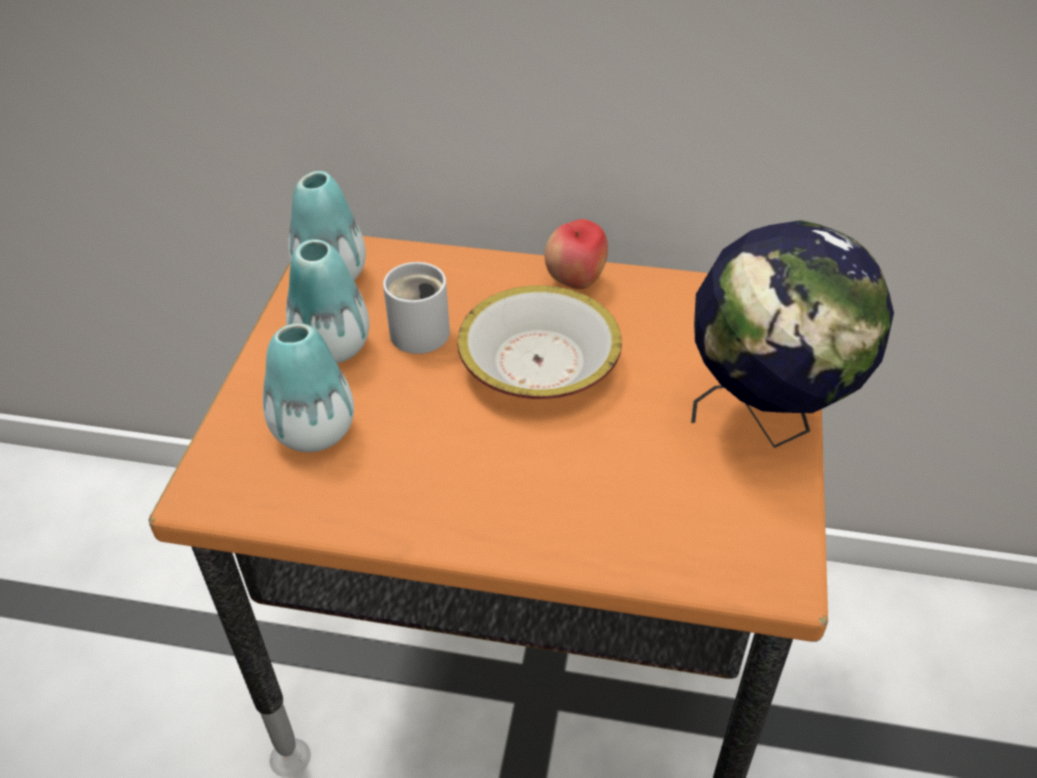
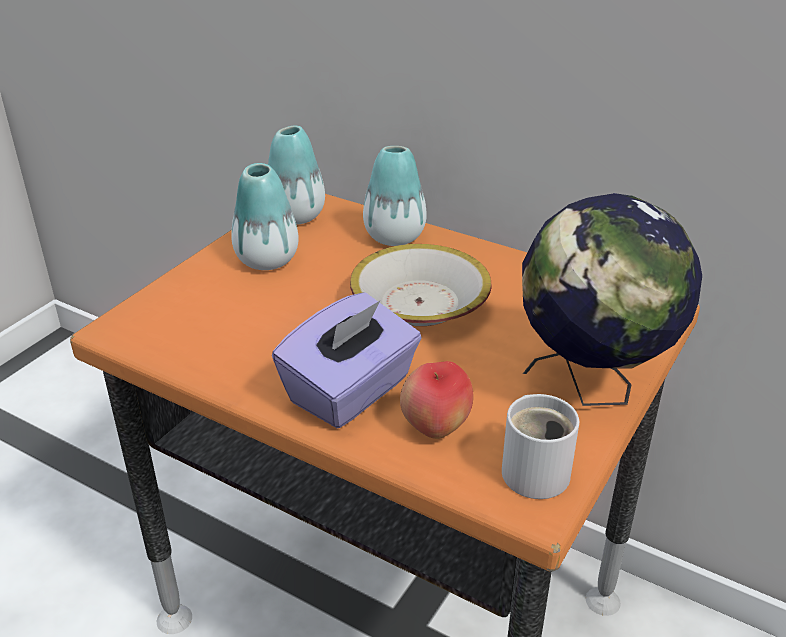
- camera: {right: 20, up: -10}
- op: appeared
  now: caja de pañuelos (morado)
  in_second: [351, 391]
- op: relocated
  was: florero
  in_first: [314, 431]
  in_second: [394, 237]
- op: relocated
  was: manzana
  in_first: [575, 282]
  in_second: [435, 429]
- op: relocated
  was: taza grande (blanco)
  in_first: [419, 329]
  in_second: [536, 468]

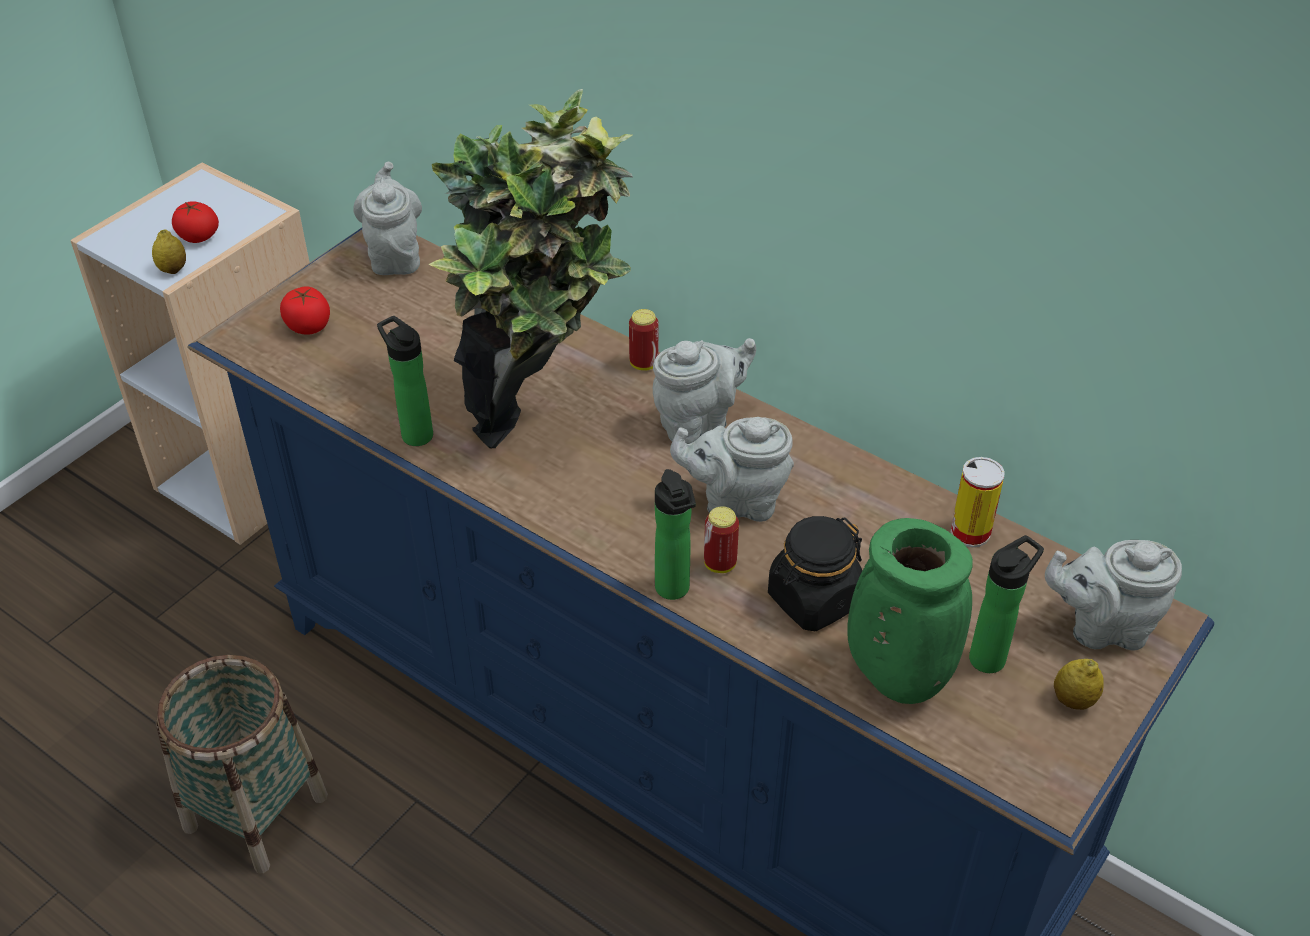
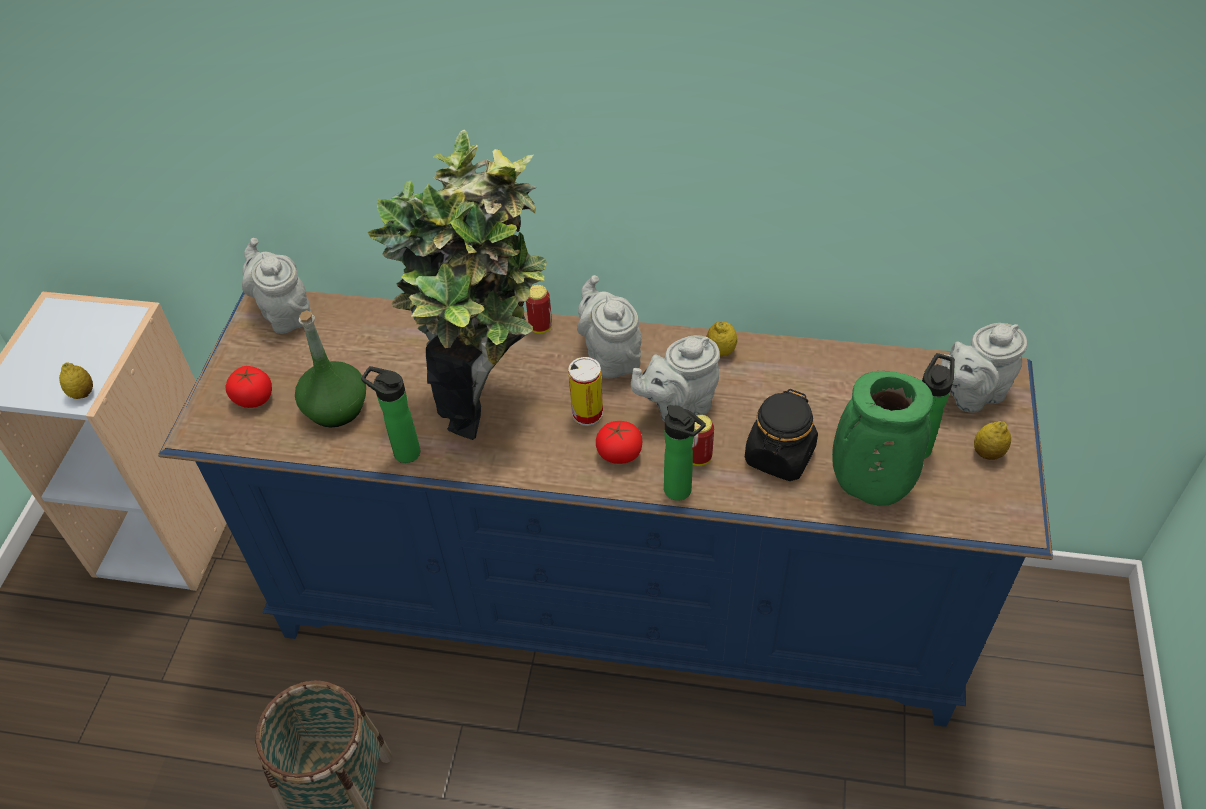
- camera: {right: -25, up: 5}
- op: appeared
  now: botella (verde)
  in_second: [336, 408]
- op: relocated
  was: lata
  in_first: [970, 532]
  in_second: [587, 413]
- op: spun
  was: tetera (gris)
  in_first: [699, 421]
  in_second: [611, 356]
  clockwise: -60
- op: relocated
  was: tomate
  in_first: [198, 237]
  in_second: [619, 454]
- op: appeared
  now: limón
  in_second: [721, 351]

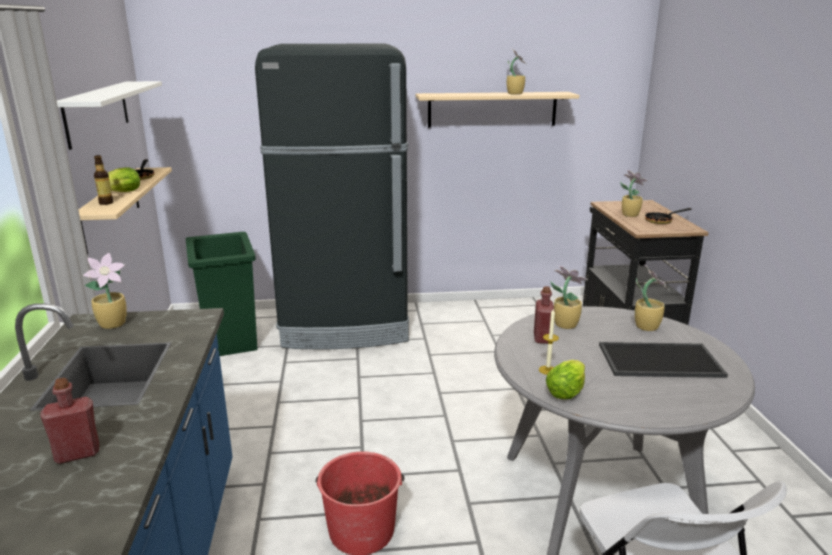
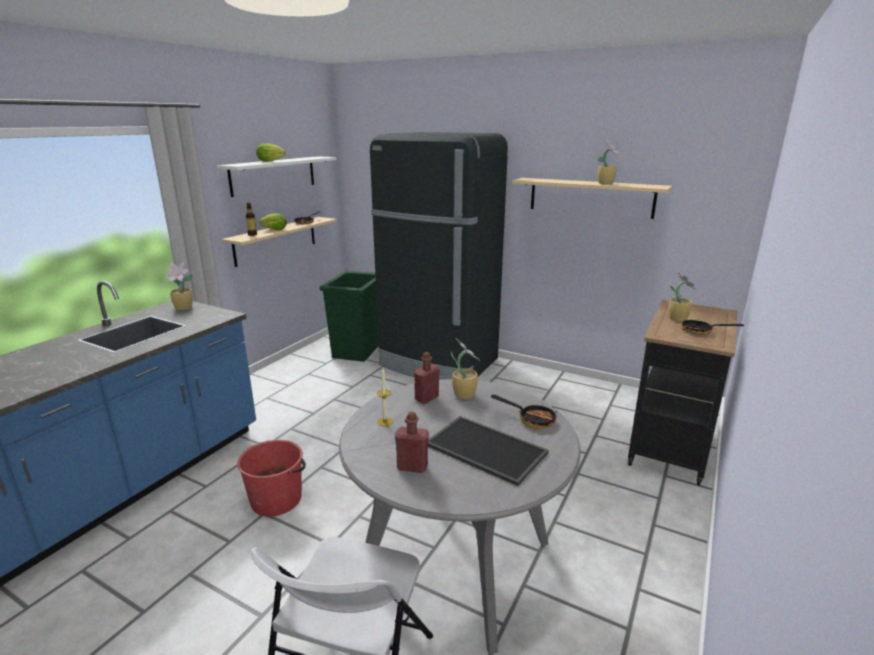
- camera: {right: 35, up: 0}
- op: relocated
  was: lechuga
  in_first: [567, 391]
  in_second: [272, 161]
- op: relocated
  was: botella (rojo)
  in_first: [77, 454]
  in_second: [412, 467]
- op: exchanged
  was: planta en maceta
  now: sartén
  in_first: [646, 326]
  in_second: [531, 419]

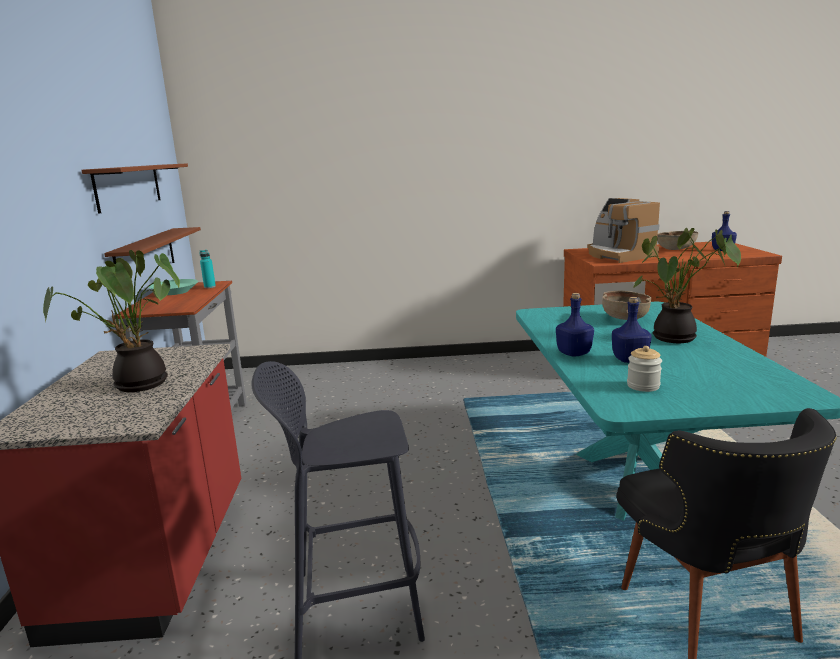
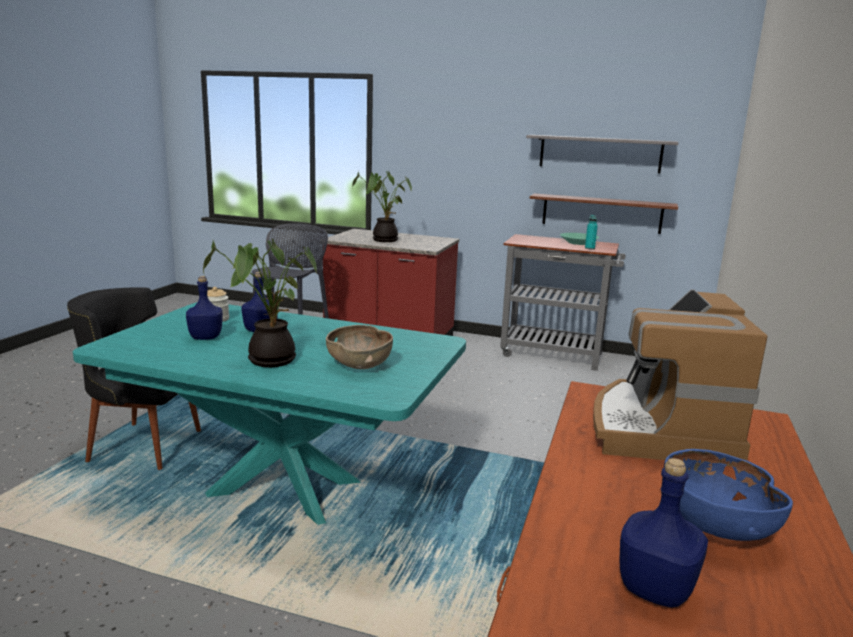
- camera: {right: 110, up: 0}
- op: relocated
  was: botella (azul)
  in_first: [573, 353]
  in_second: [206, 337]
- op: colour
  was: estante (marrón)
  now: estante (gris)
  in_first: [128, 186]
  in_second: [600, 153]
- op: spun
  was: cafetera
  in_first: [618, 255]
  in_second: [661, 429]
  clockwise: -75
- op: colour
  was: cuenco (marrón)
  now: cuenco (azul)
  in_first: [676, 249]
  in_second: [715, 525]

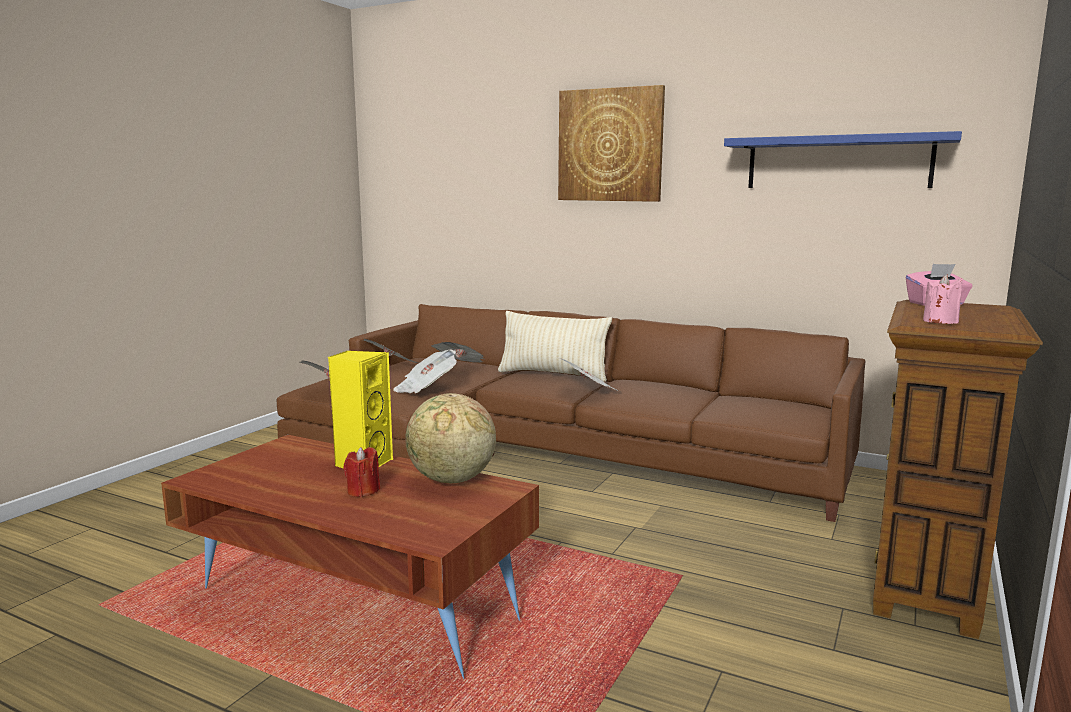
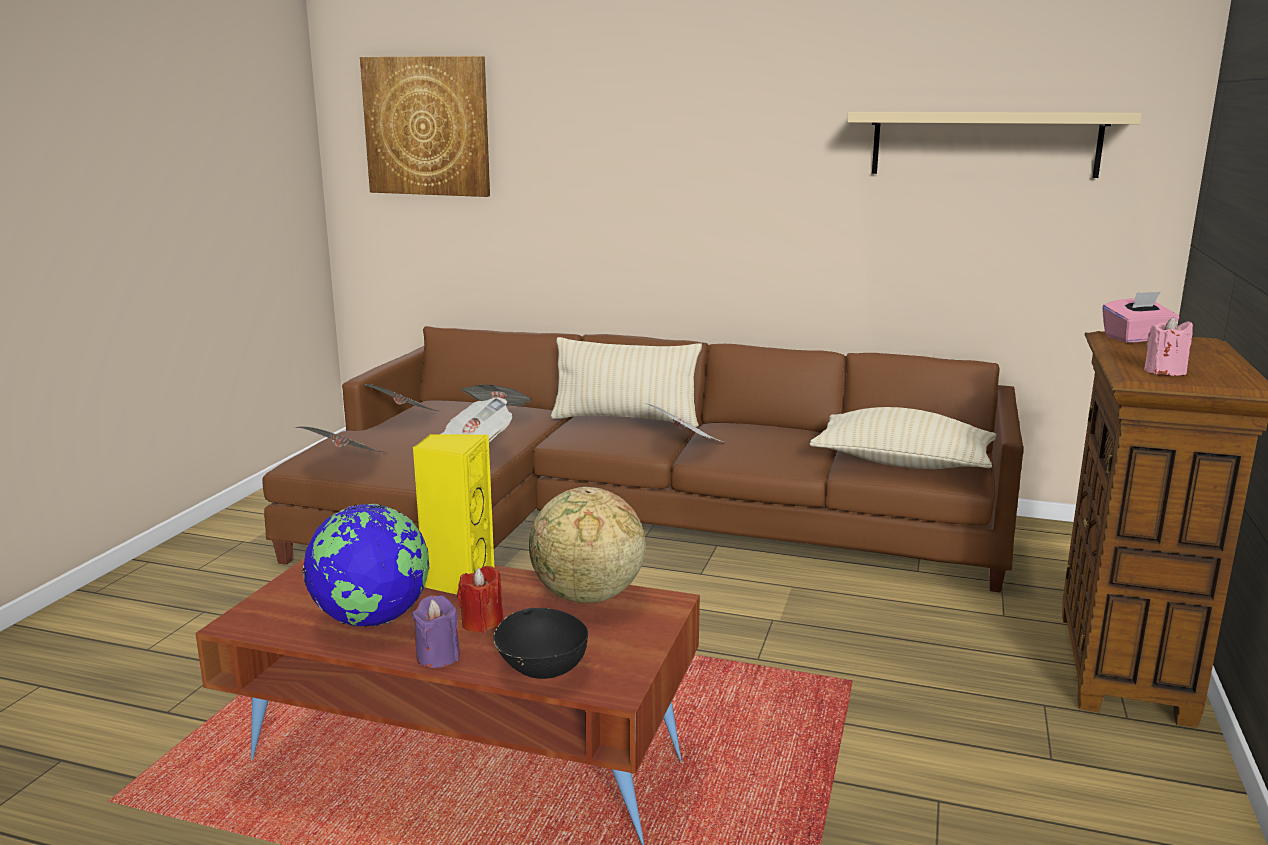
- camera: {right: -10, up: 5}
- op: appeared
  now: globo terráqueo
  in_second: [372, 619]
- op: relocated
  was: cuadro
  in_first: [610, 145]
  in_second: [427, 126]
- op: appeared
  now: vela (morado)
  in_second: [438, 656]
- op: appeared
  now: cuenco (negro)
  in_second: [541, 668]
- op: appeared
  now: cojín (beis)
  in_second: [902, 463]
- op: colour
  was: estante (azul)
  now: estante (beis)
  in_first: [837, 162]
  in_second: [984, 144]

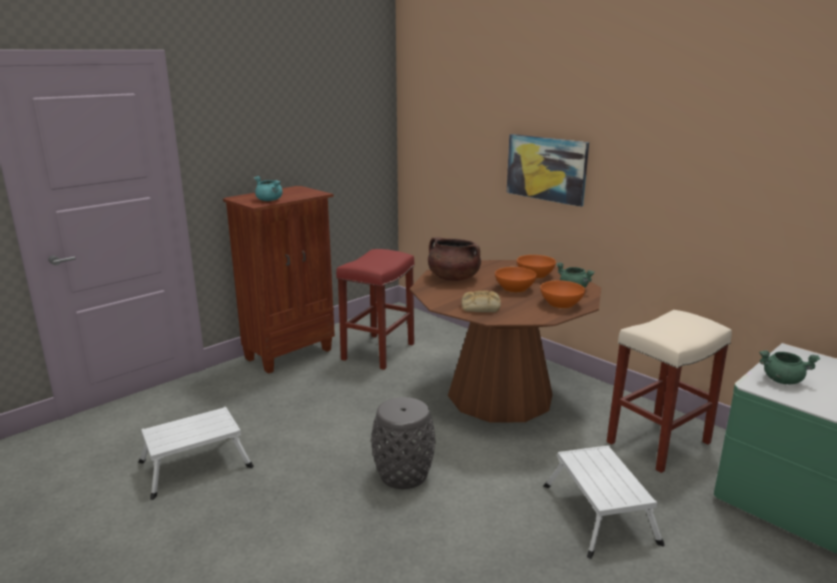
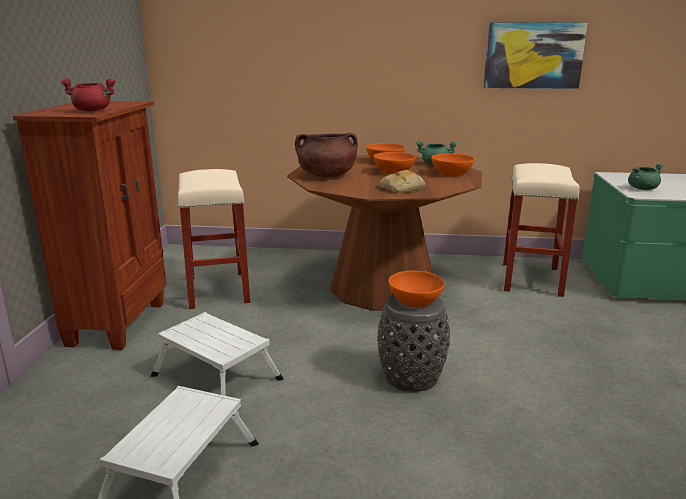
- camera: {right: -40, up: 0}
- op: colour
  was: olla (turquesa)
  now: olla (rojo)
  in_first: [270, 200]
  in_second: [93, 110]
- op: relocated
  was: escalera de tijera (blanco)
  in_first: [599, 513]
  in_second: [216, 377]
- op: colour
  was: taburete (rojo)
  now: taburete (beis)
  in_first: [378, 351]
  in_second: [217, 289]
- op: appeared
  now: cuenco (naranja)
  in_second: [415, 301]
- op: relocated
  was: cuadro
  in_first: [546, 168]
  in_second: [533, 55]

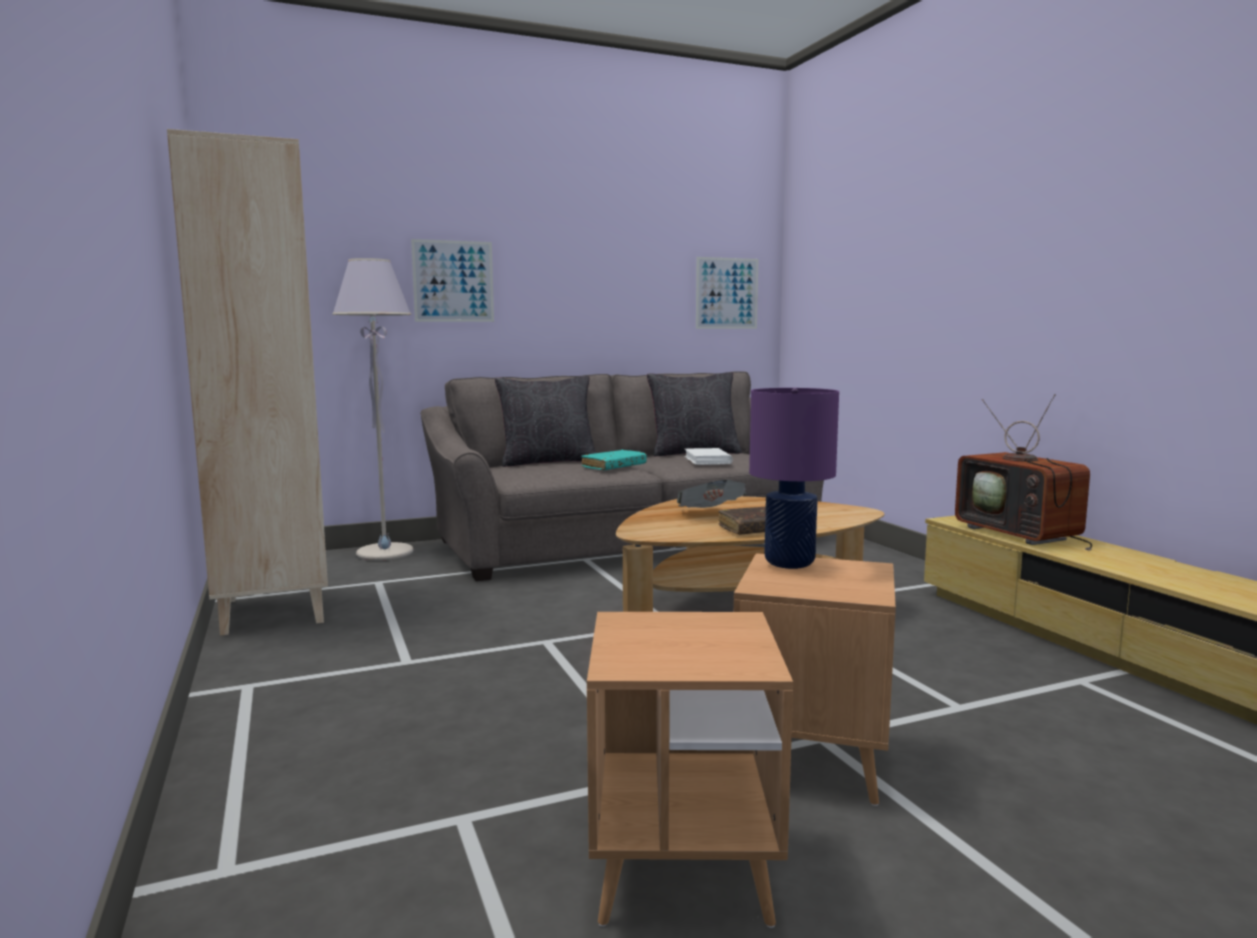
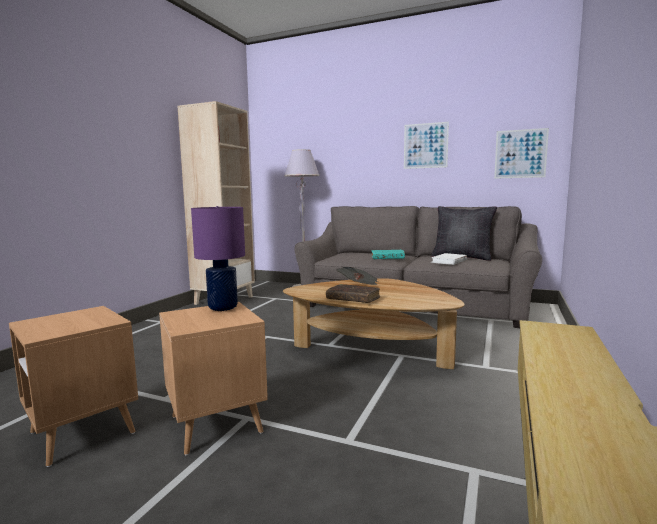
- camera: {right: 45, up: 0}
- op: relocated
  was: cuadro
  in_first: [453, 281]
  in_second: [425, 145]
- op: missing
  was: cojín (negro)
  in_first: [547, 462]
- op: missing
  was: televisor
  in_first: [1022, 534]

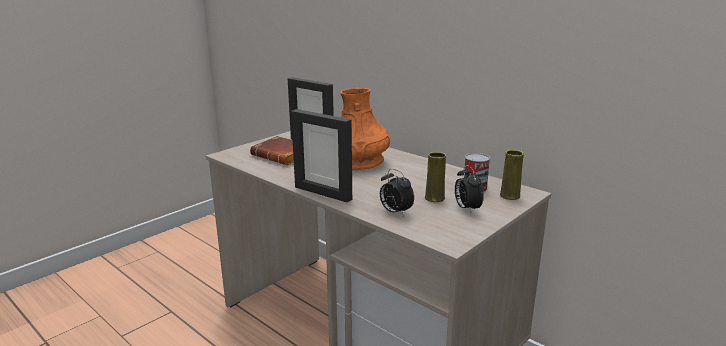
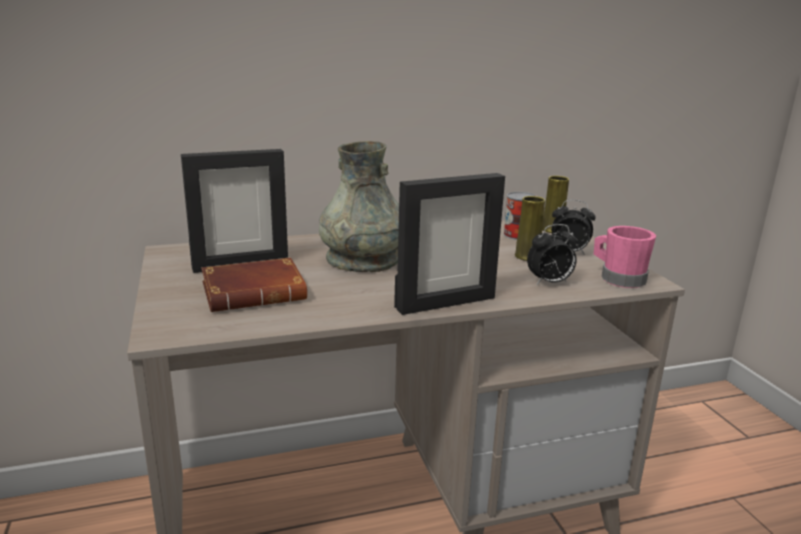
- camera: {right: -60, up: 0}
- op: colour
  was: florero (naranja)
  now: florero (gris)
  in_first: [359, 162]
  in_second: [364, 258]
- op: appeared
  now: taza grande (rosa)
  in_second: [618, 278]

